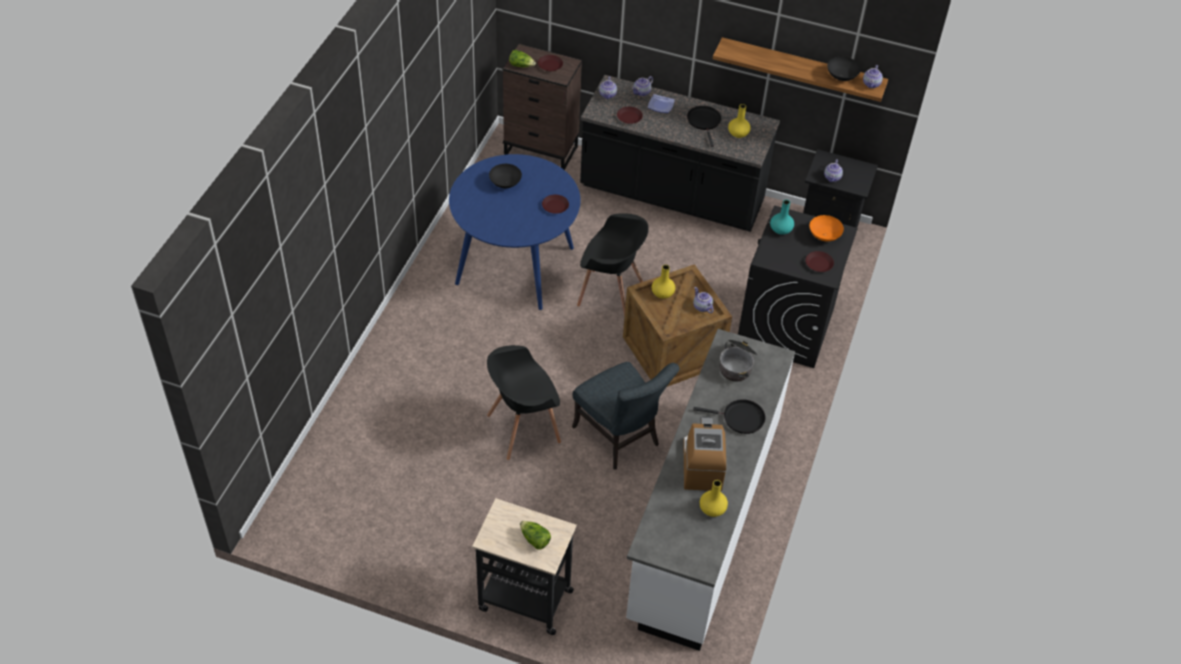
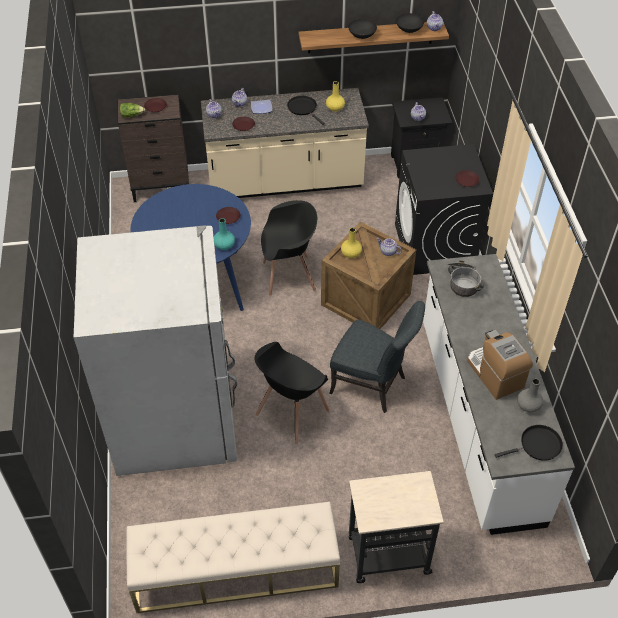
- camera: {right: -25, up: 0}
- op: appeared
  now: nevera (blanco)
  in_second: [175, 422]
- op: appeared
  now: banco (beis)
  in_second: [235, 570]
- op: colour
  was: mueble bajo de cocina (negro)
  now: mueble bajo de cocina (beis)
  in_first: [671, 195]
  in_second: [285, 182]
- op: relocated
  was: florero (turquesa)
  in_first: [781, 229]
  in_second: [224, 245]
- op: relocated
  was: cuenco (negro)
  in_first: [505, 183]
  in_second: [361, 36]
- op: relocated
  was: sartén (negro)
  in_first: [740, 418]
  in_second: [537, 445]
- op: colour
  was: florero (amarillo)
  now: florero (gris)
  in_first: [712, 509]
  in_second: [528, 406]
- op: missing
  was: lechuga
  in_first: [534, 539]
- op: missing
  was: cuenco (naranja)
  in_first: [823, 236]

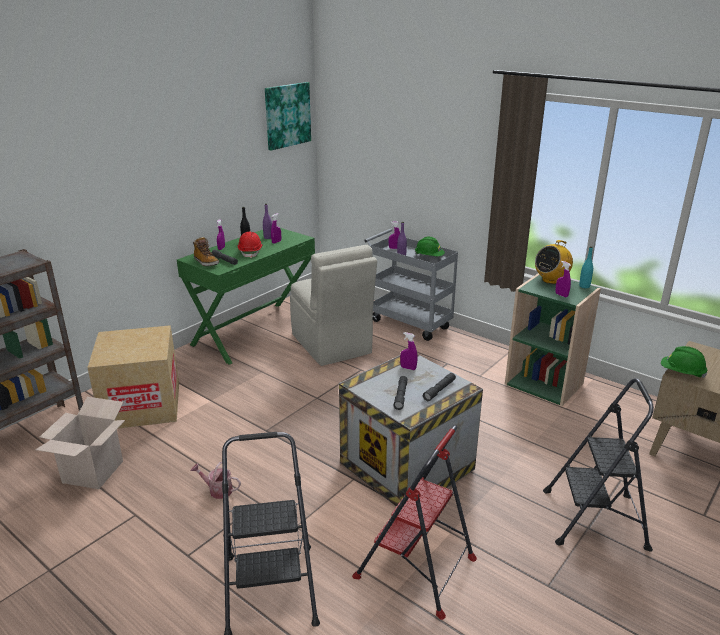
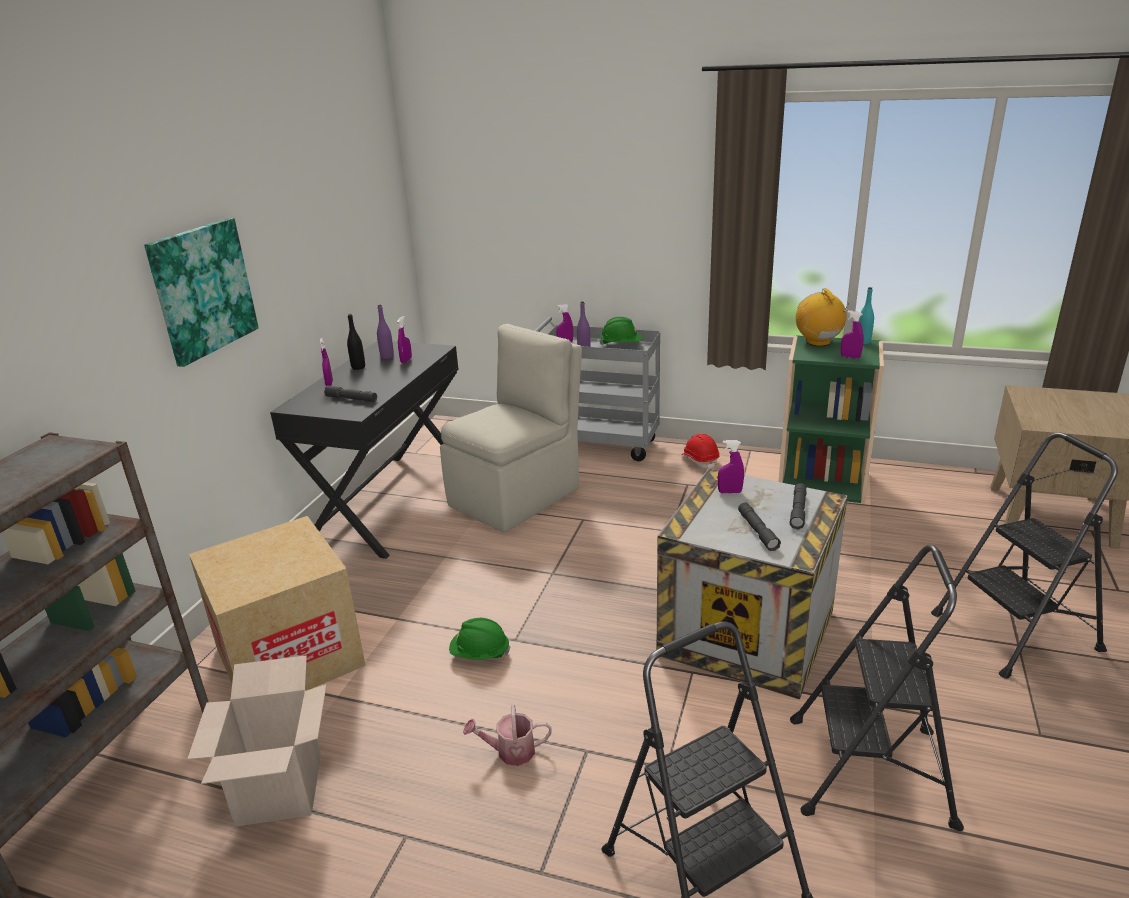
- camera: {right: -20, up: 0}
- op: relocated
  was: cuadro
  in_first: [287, 115]
  in_second: [202, 290]
- op: colour
  was: escritorio (verde)
  now: escritorio (negro)
  in_first: [254, 331]
  in_second: [390, 502]
- op: spun
  was: silla (beis)
  in_first: [332, 345]
  in_second: [517, 496]
  clockwise: -90
- op: relocated
  was: casco (verde)
  in_first: [681, 373]
  in_second: [480, 654]
- op: relocated
  was: casco (rojo)
  in_first: [251, 252]
  in_second: [700, 460]
- op: colour
  was: escalera de tijera (rojo)
  now: escalera de tijera (negro)
  in_first: [418, 569]
  in_second: [876, 770]
- op: spun
  was: radio
  in_first: [551, 280]
  in_second: [818, 342]
  clockwise: 135
- op: missing
  was: bota
  in_first: [206, 262]

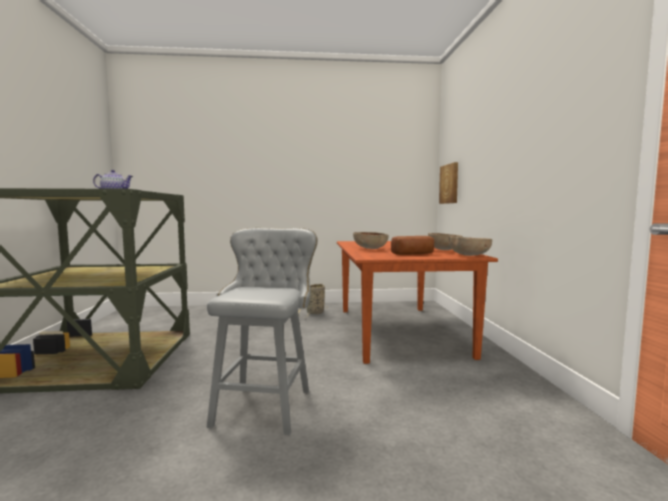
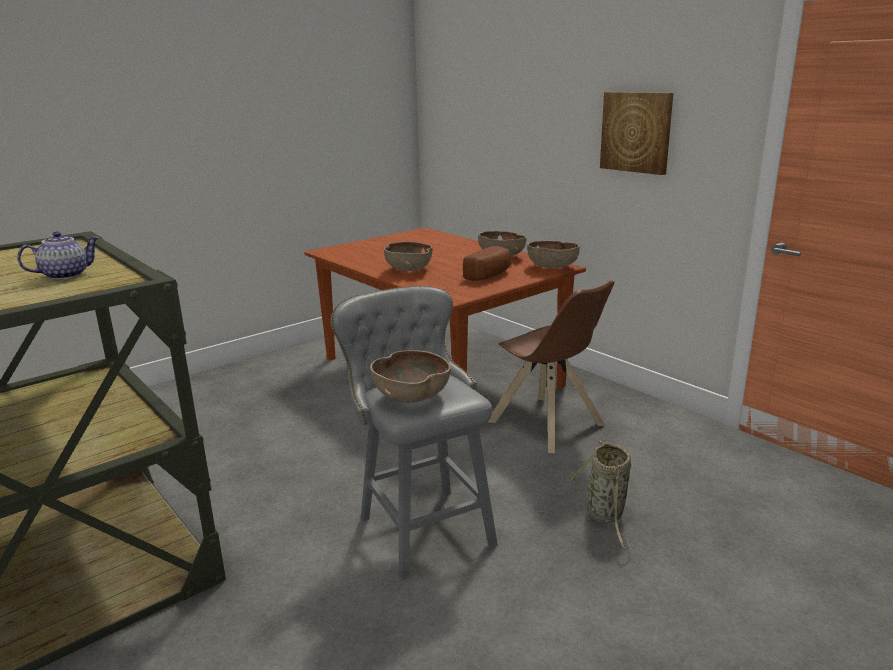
- camera: {right: -35, up: 15}
- op: appeared
  now: cuenco (marrón)
  in_second: [411, 397]
- op: appeared
  now: silla (marrón)
  in_second: [548, 425]
- op: relocated
  was: cesta
  in_first: [314, 313]
  in_second: [605, 515]
- op: relocated
  was: cuadro
  in_first: [449, 184]
  in_second: [636, 132]

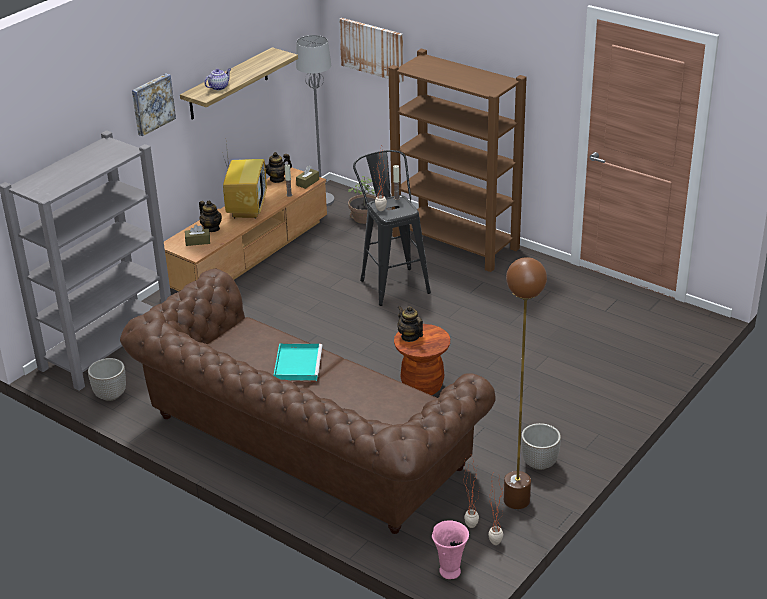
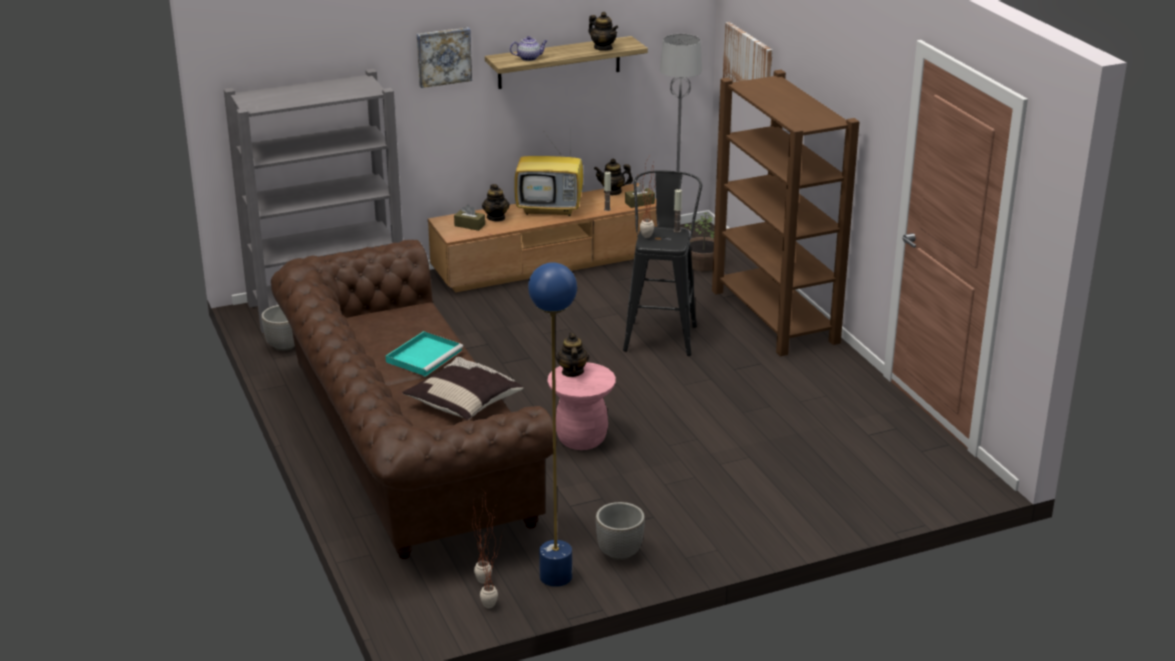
- camera: {right: 30, up: -5}
- op: appeared
  now: cojín
  in_second: [463, 402]
- op: spun
  was: televisor
  in_first: [246, 208]
  in_second: [551, 209]
  clockwise: 60
- op: colour
  was: lámpara de pie (marrón)
  now: lámpara de pie (azul)
  in_first: [516, 500]
  in_second: [555, 577]
- op: colour
  was: taburete (marrón)
  now: taburete (rosa)
  in_first: [422, 386]
  in_second: [581, 439]
- op: appeared
  now: tetera
  in_second: [603, 48]
- op: missing
  was: florero (rosa)
  in_first: [449, 571]

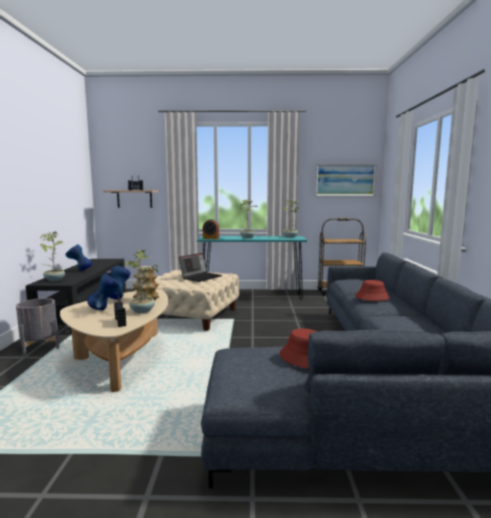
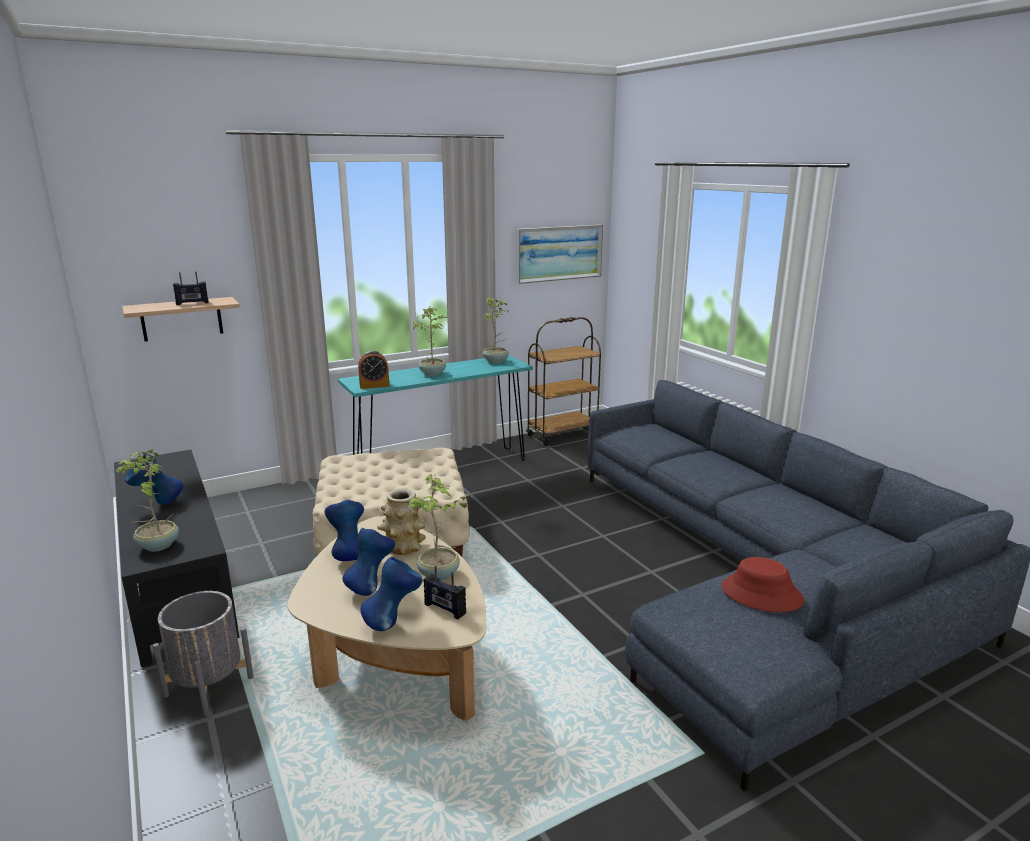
- camera: {right: -30, up: 10}
- op: appeared
  now: florero (azul)
  in_second: [393, 622]
- op: missing
  was: portátil
  in_first: [201, 277]
- op: missing
  was: sombrero (rojo)
  in_first: [372, 297]

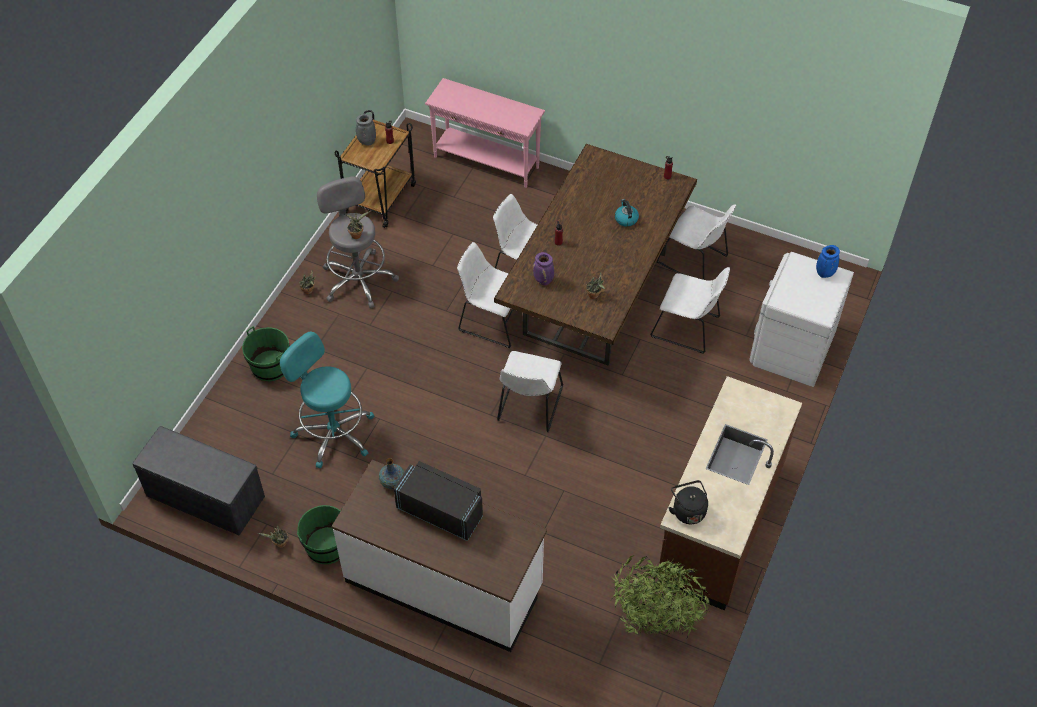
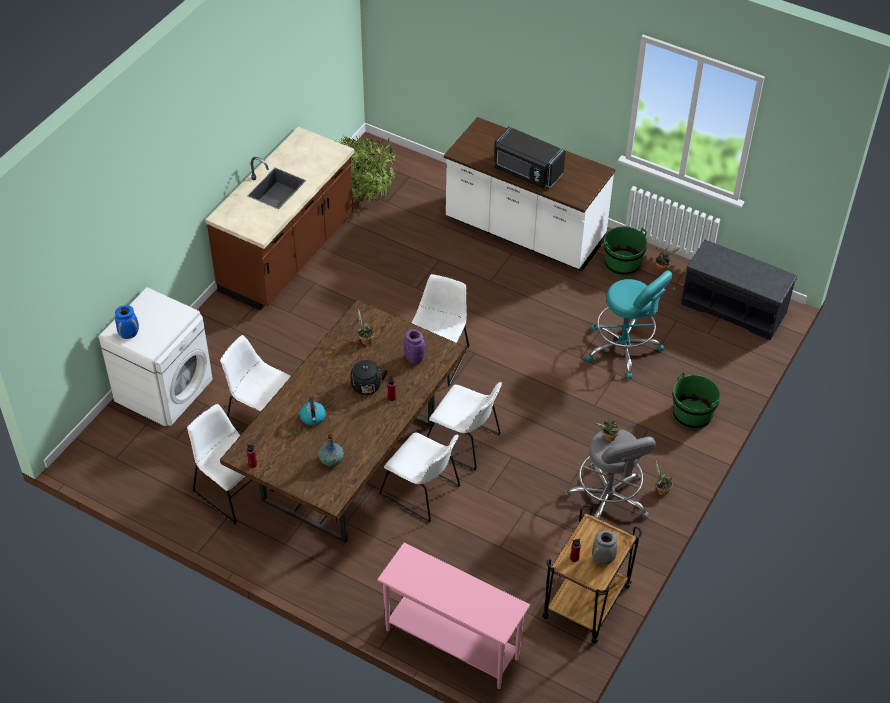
- camera: {right: -175, up: -5}
- op: relocated
  was: florero
  in_first: [392, 482]
  in_second: [331, 461]
- op: relocated
  was: hervidor (negro)
  in_first: [687, 510]
  in_second: [367, 387]

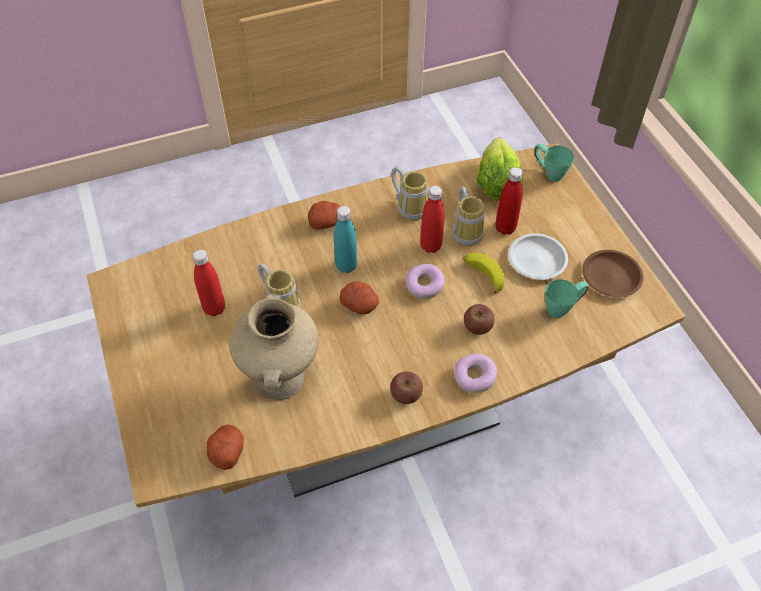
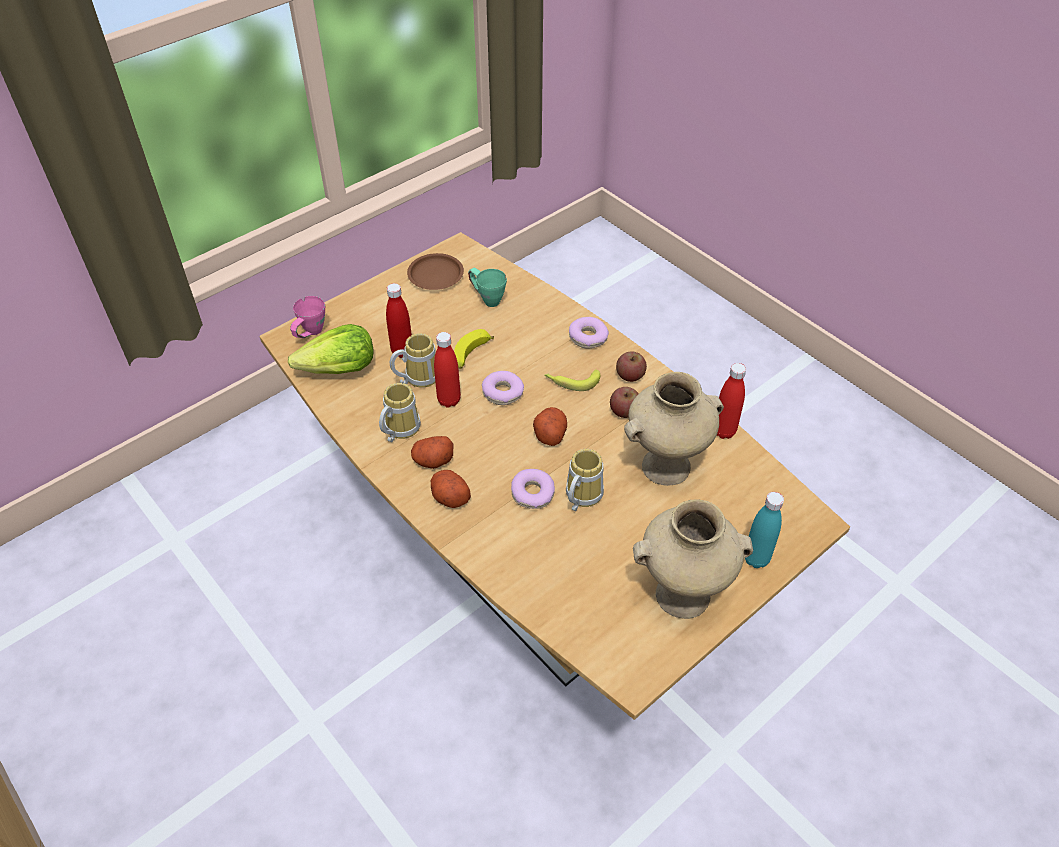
- camera: {right: -110, up: -5}
- op: colour
  was: taza grande (verde)
  now: taza grande (rosa)
  in_first: [549, 173]
  in_second: [310, 334]
- op: relocated
  was: patata
  in_first: [226, 452]
  in_second: [433, 460]
- op: appeared
  now: rosquilla
  in_second: [532, 493]
- op: appeared
  now: plátano
  in_second: [571, 381]
- op: relocated
  was: manzana
  in_first: [477, 327]
  in_second: [624, 411]
- op: appeared
  now: florero (beis)
  in_second: [683, 593]
- op: relocated
  was: botella (rojo)
  in_first: [214, 308]
  in_second: [724, 431]
- op: relocated
  was: botella (turquesa)
  in_first: [346, 266]
  in_second: [756, 559]
- op: missing
  was: plato (blanco)
  in_first: [537, 260]

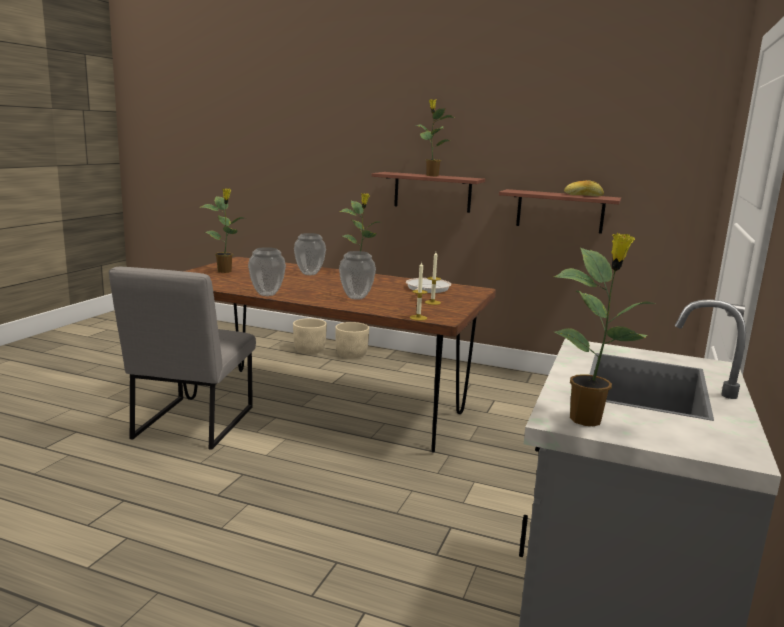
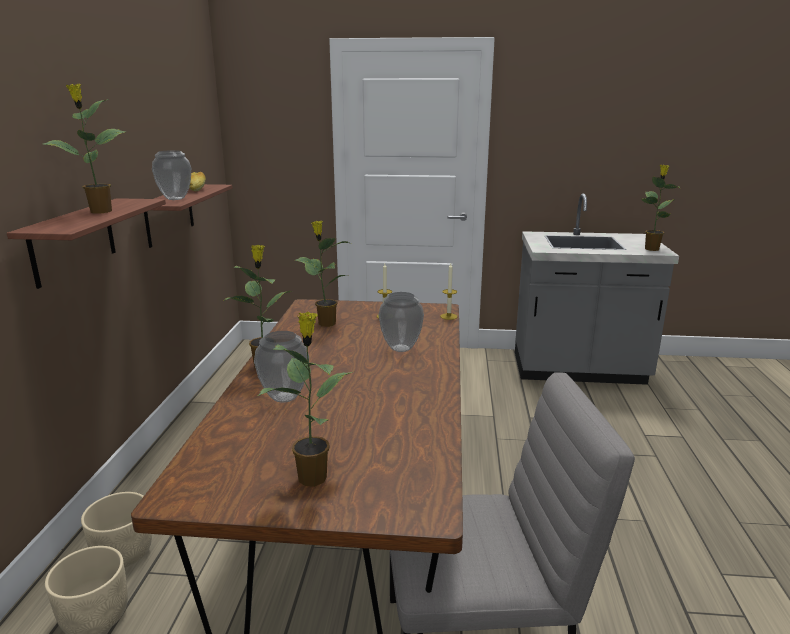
- camera: {right: -105, up: 5}
- op: relocated
  was: florero
  in_first: [267, 294]
  in_second: [175, 198]
- op: exchanged
  was: sartén
  now: planta en maceta
  in_first: [426, 289]
  in_second: [326, 323]

